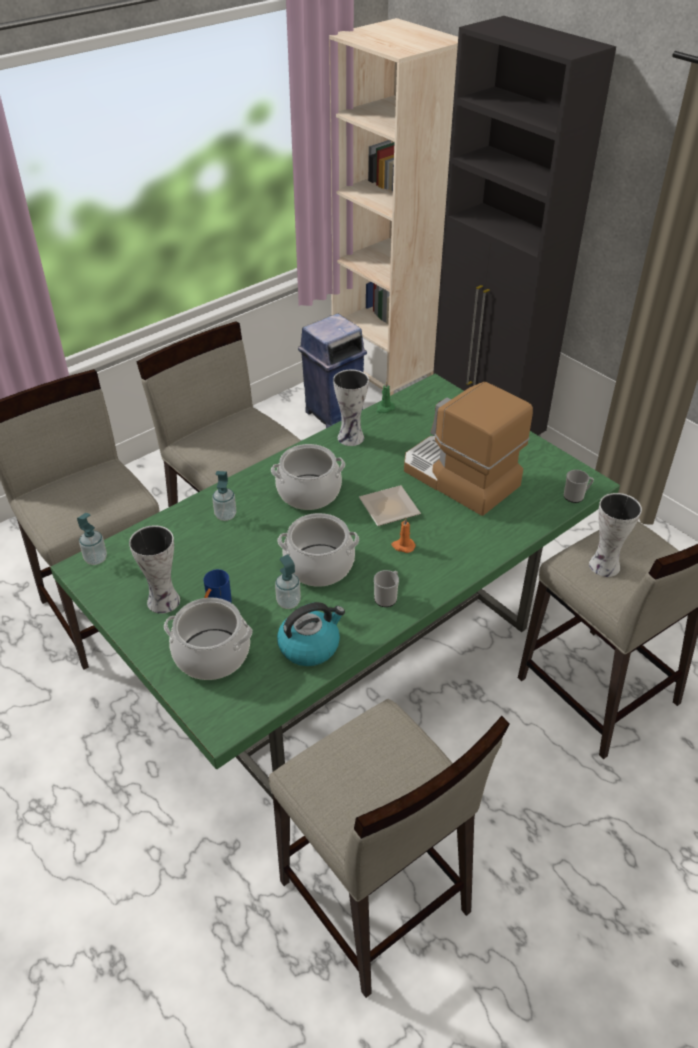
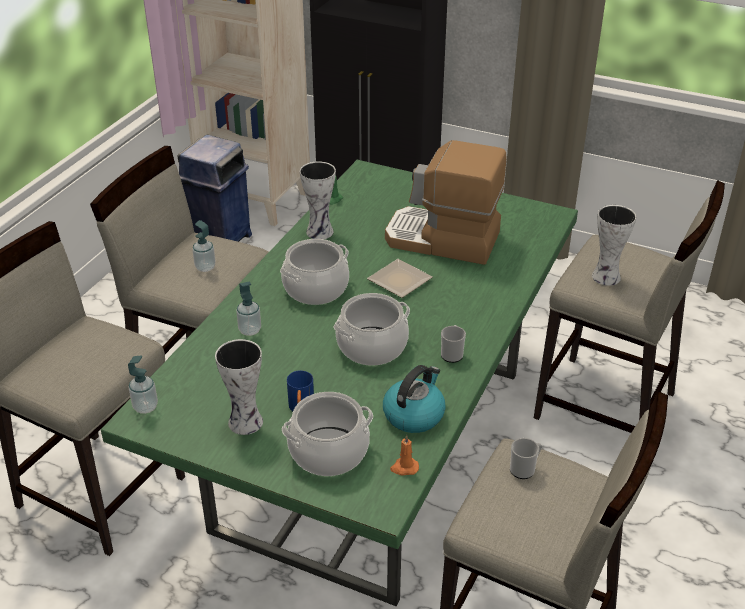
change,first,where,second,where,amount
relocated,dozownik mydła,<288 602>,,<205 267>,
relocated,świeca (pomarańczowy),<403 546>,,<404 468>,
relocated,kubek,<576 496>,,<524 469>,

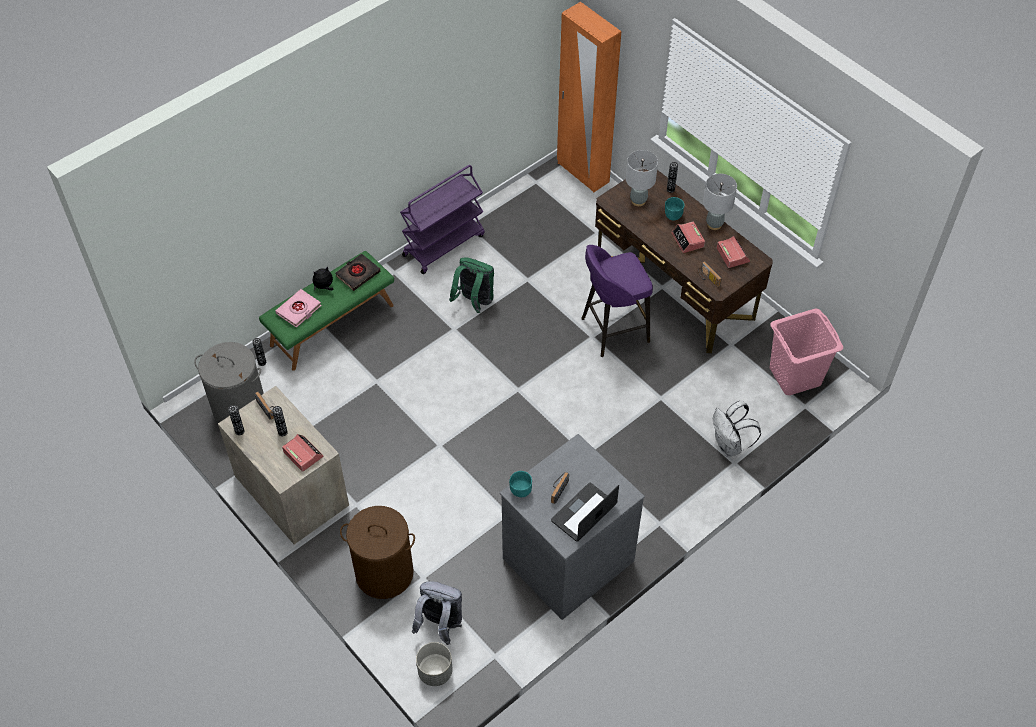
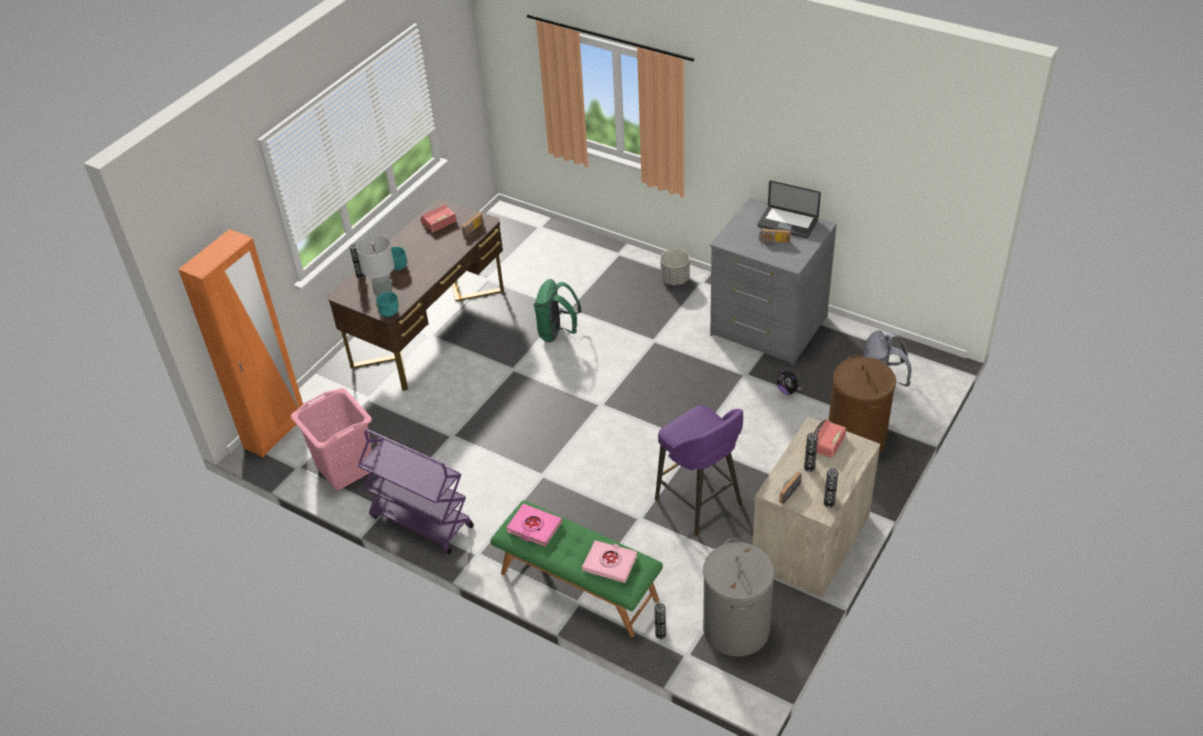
change,first,where,second,where,amount
relocated,kosz na pranie (różowy),<795 376>,,<345 467>,
relocated,miska (turkusowy),<520 491>,,<390 313>,
colour,książka (czarny),<358 274>,książka (różowy),<534 527>,
relocated,plecak (zielony),<474 302>,,<557 333>,
relocated,stołek (fioletowy),<613 330>,,<700 503>,
relocated,donica (szary),<435 672>,,<675 279>,
relocated,pluszak,<324 287>,,<788 391>,
missing,budzik,<688 240>,,,
missing,lampa stołowa (szary),<714 224>,,,
missing,plecak (biały),<729 445>,,,

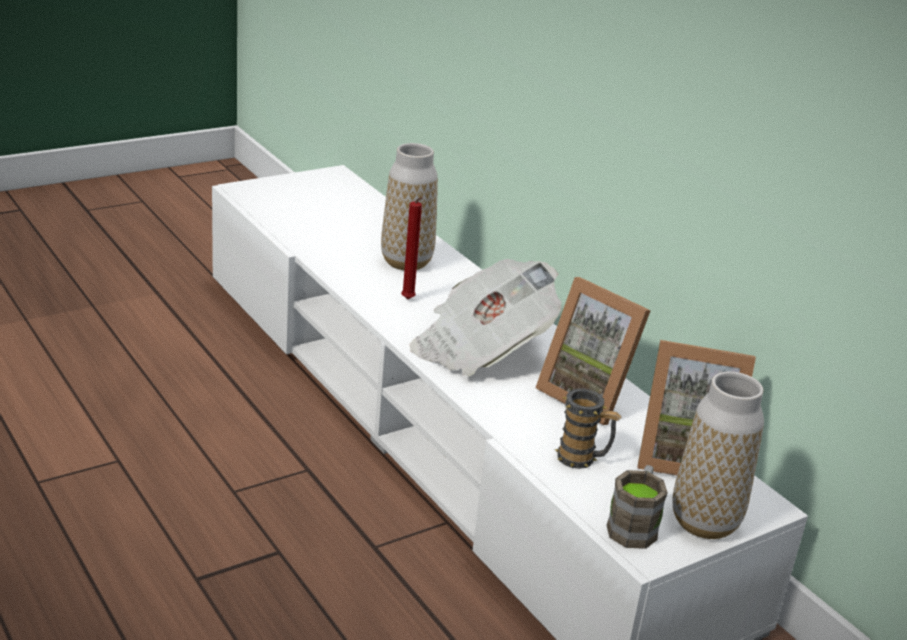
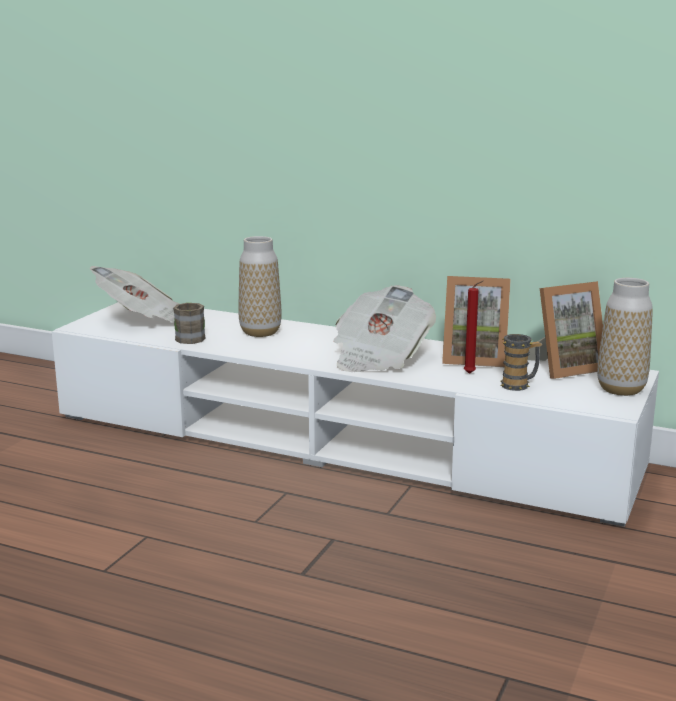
change,first,where,second,where,amount
appeared,,,gazeta,<143 320>,
relocated,kubek (brązowy),<634 525>,,<189 337>,
relocated,świeca (czerwony),<409 300>,,<471 374>,

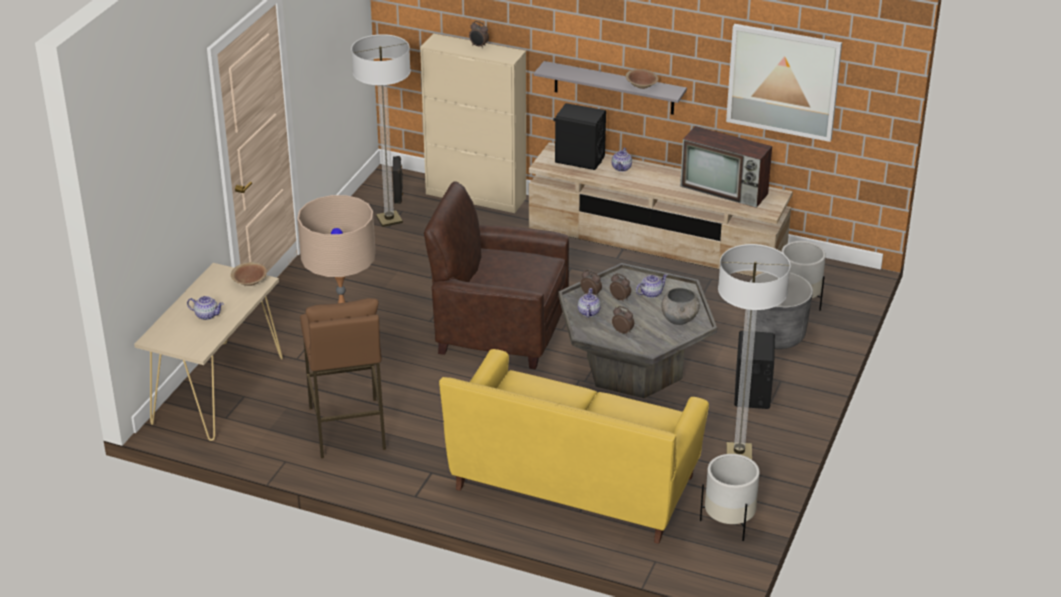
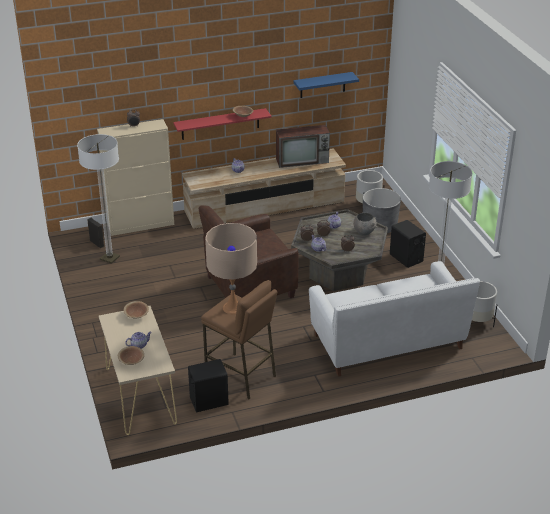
change,first,where,second,where,amount
appeared,,,miska (brązowy),<131 361>,
colour,półka (szary),<614 88>,półka (czerwony),<220 124>,
relocated,głośnik (czarny),<579 159>,,<208 401>,
exchanged,obraz,<783 81>,półka (niebieski),<322 85>,
colour,kanapa (żółty),<574 483>,kanapa (biały),<387 342>,

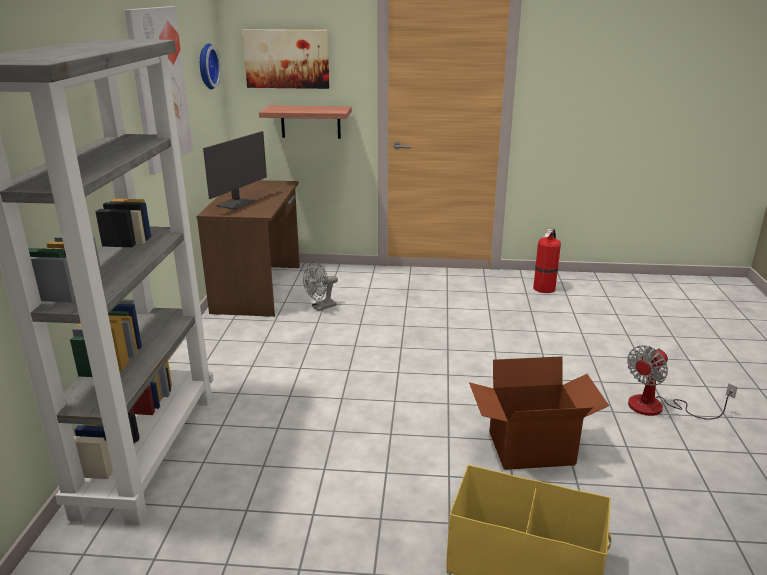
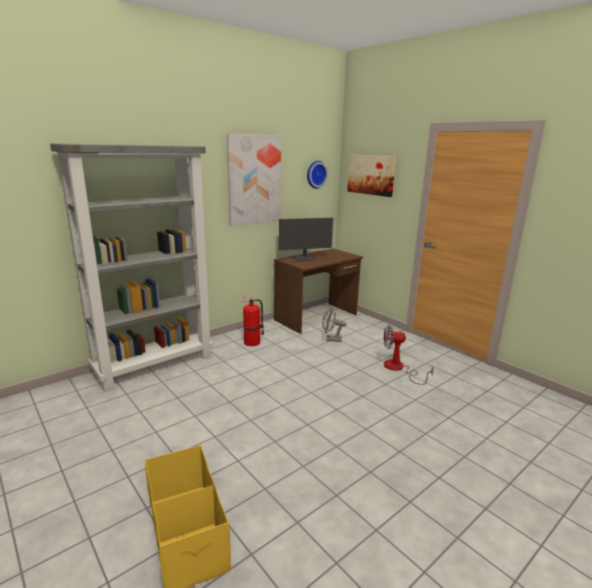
change,first,where,second,where,amount
relocated,gaśnica,<544 288>,,<253 342>,
relocated,wentylator,<658 407>,,<399 369>,
missing,półka,<310 122>,,,
missing,karton,<531 449>,,,

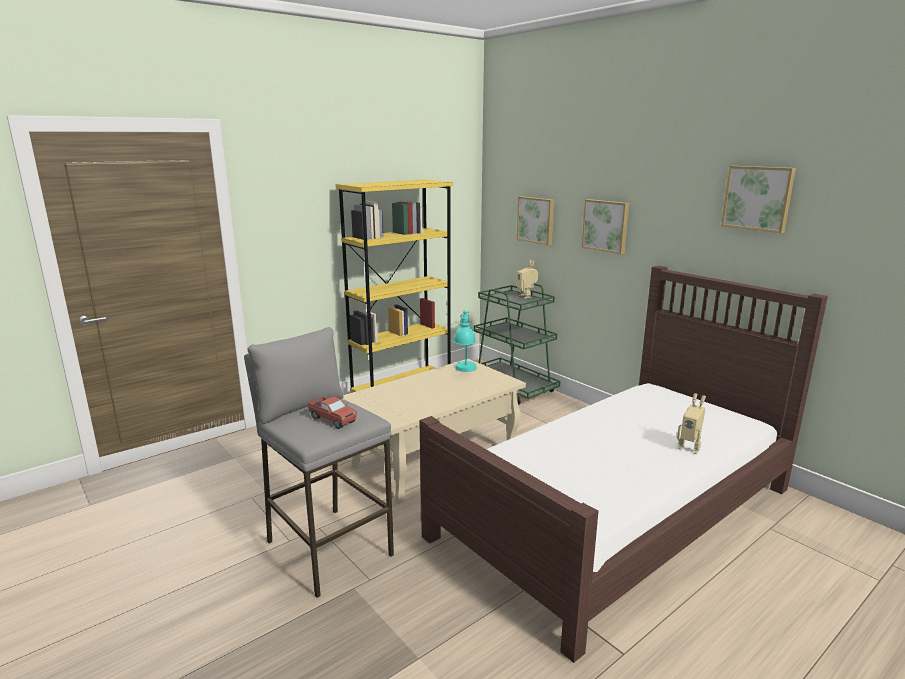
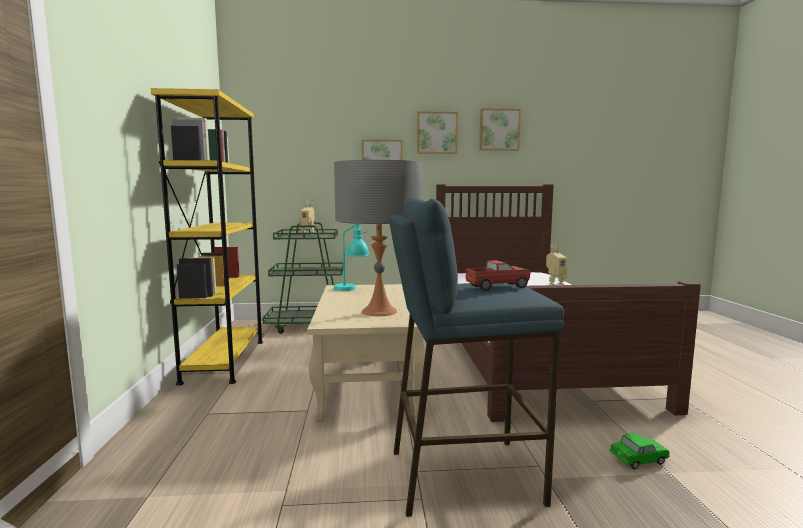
change,first,where,second,where,amount
appeared,,,lampa stołowa (szary),<379 311>,
colour,stołek (szary),<328 548>,stołek (niebieski),<463 475>,
relocated,obraz,<536 220>,,<437 133>,
appeared,,,samochodzik,<638 460>,

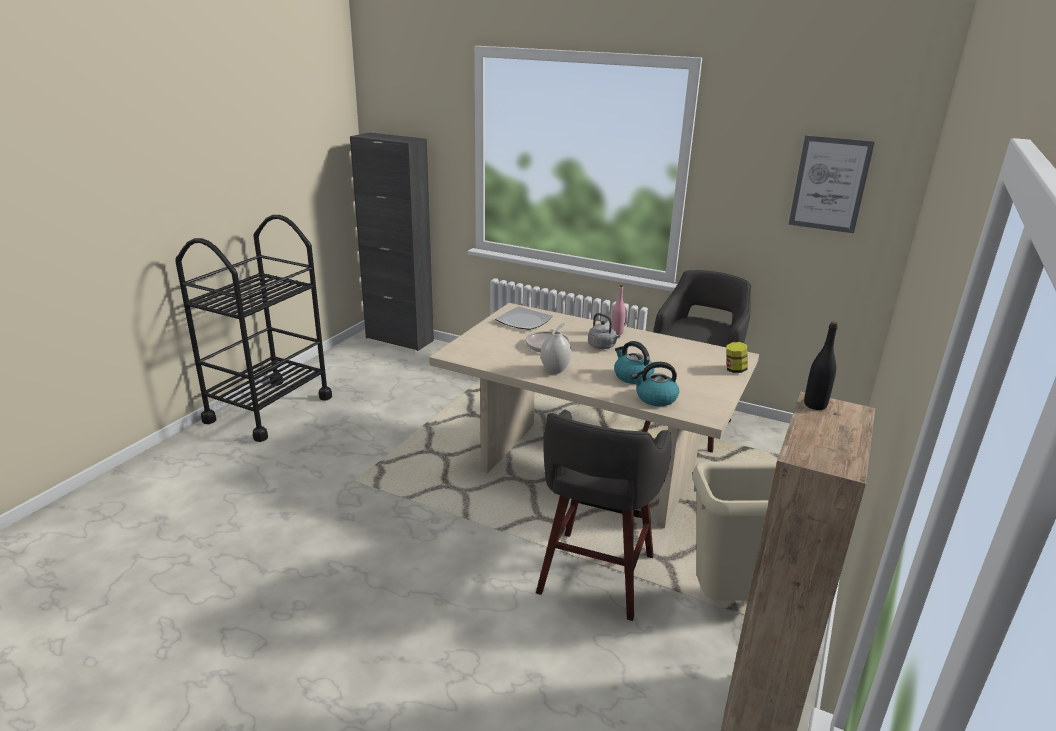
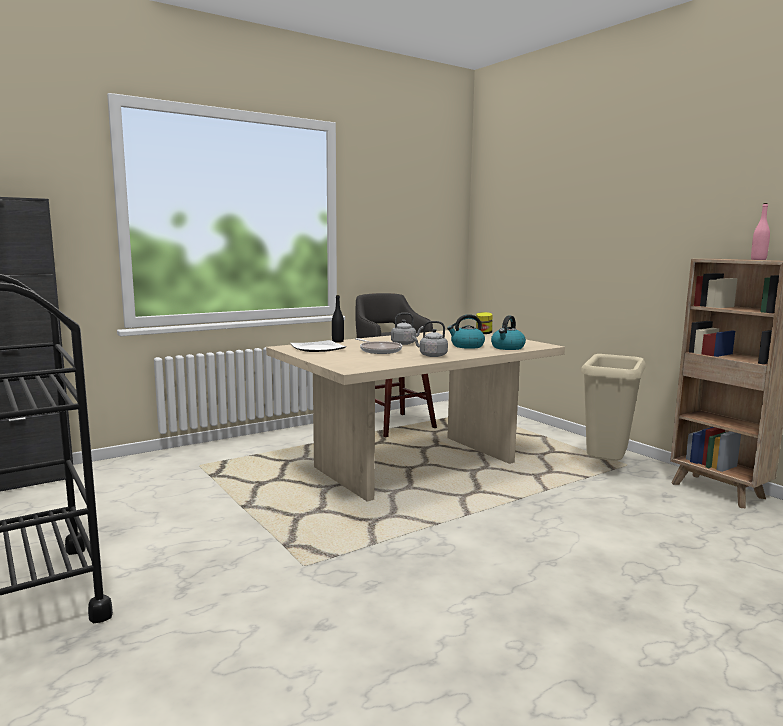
change,first,where,second,where,amount
relocated,butelka (czarny),<815 405>,,<338 341>,
exchanged,wazon (biały),<554 371>,czajnik (szary),<431 355>,
relocated,butelka (różowy),<617 332>,,<758 259>,
missing,stołek (szary),<595 577>,,,
missing,obraz,<829 184>,,,

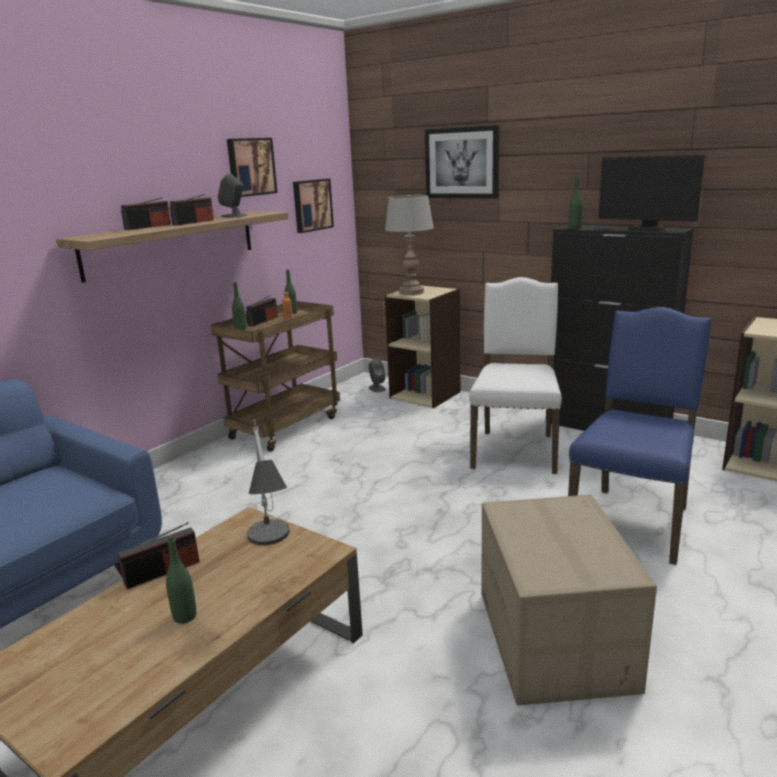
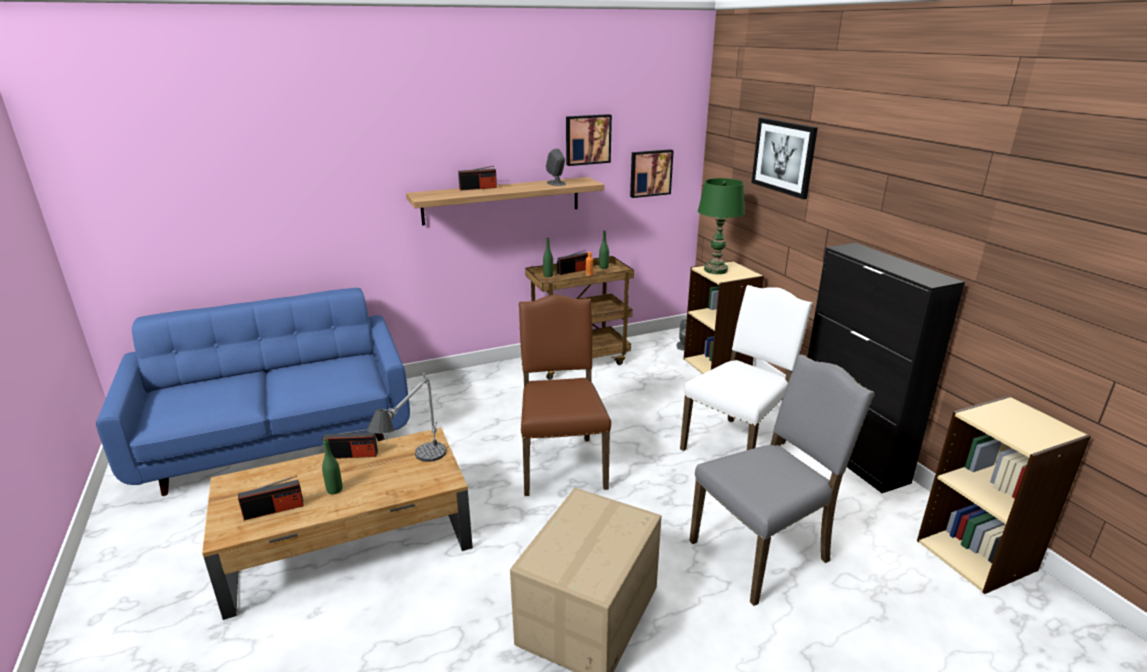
change,first,where,second,where,amount
relocated,radio,<193 222>,,<274 510>,
appeared,,,krzesło (brązowy),<561 463>,
colour,krzesło (niebieski),<632 521>,krzesło (szary),<763 552>,
colour,lampa stołowa (szary),<411 292>,lampa stołowa (zielony),<715 270>,
missing,butelka (zielony),<574 228>,,,
missing,monitor,<646 229>,,,

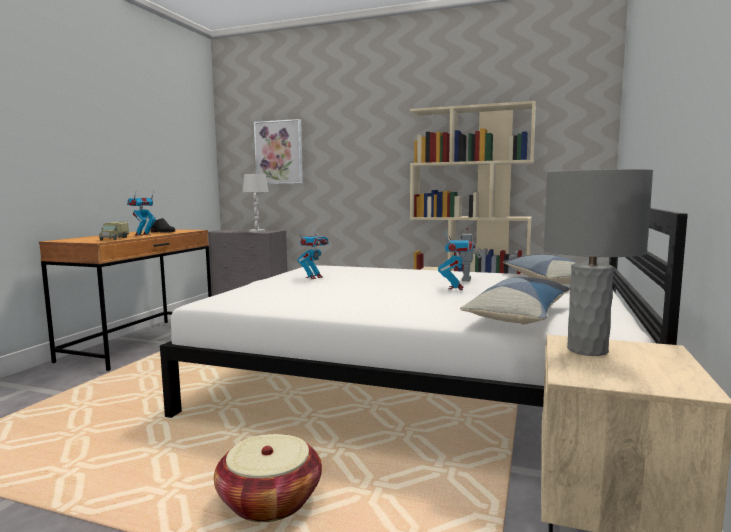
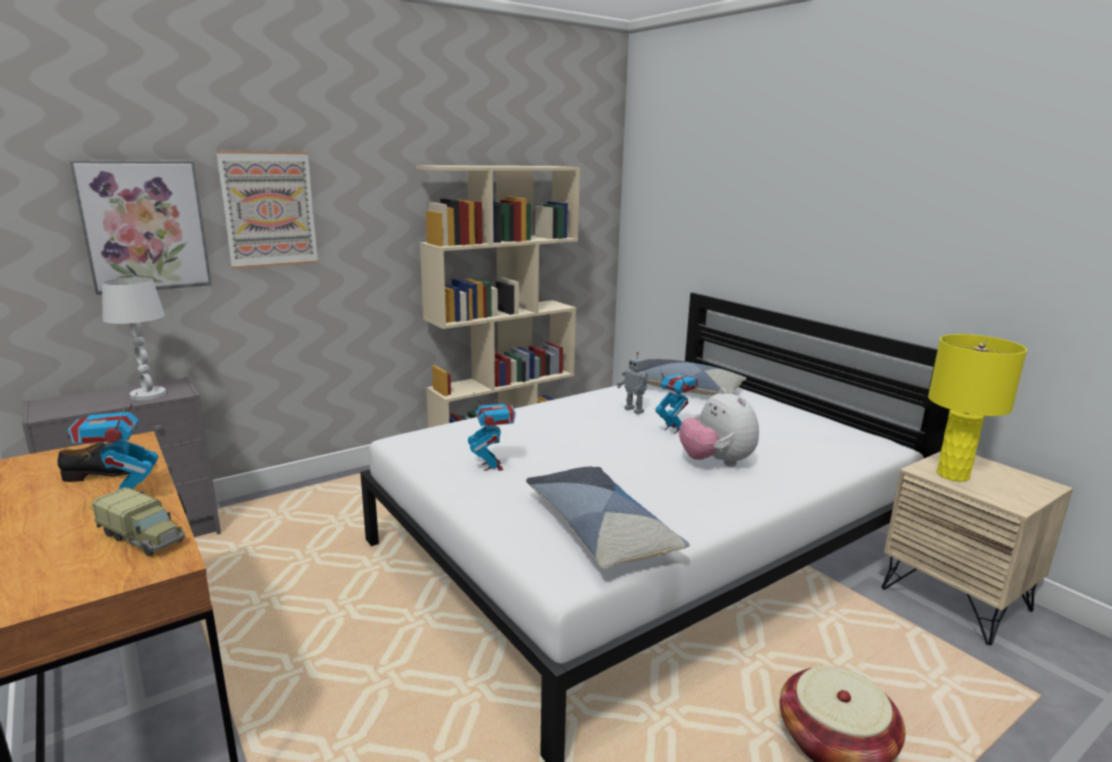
change,first,where,second,where,amount
appeared,,,obraz,<269 209>,
relocated,poduszka,<520 315>,,<600 529>,
appeared,,,pluszak,<716 462>,
colour,lampa stołowa (szary),<587 350>,lampa stołowa (żółty),<953 475>,

